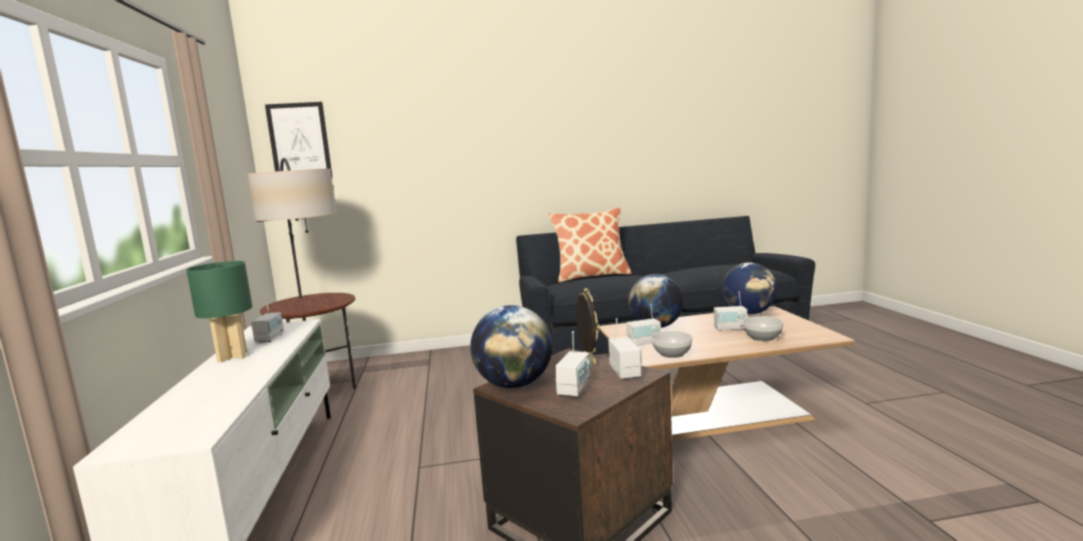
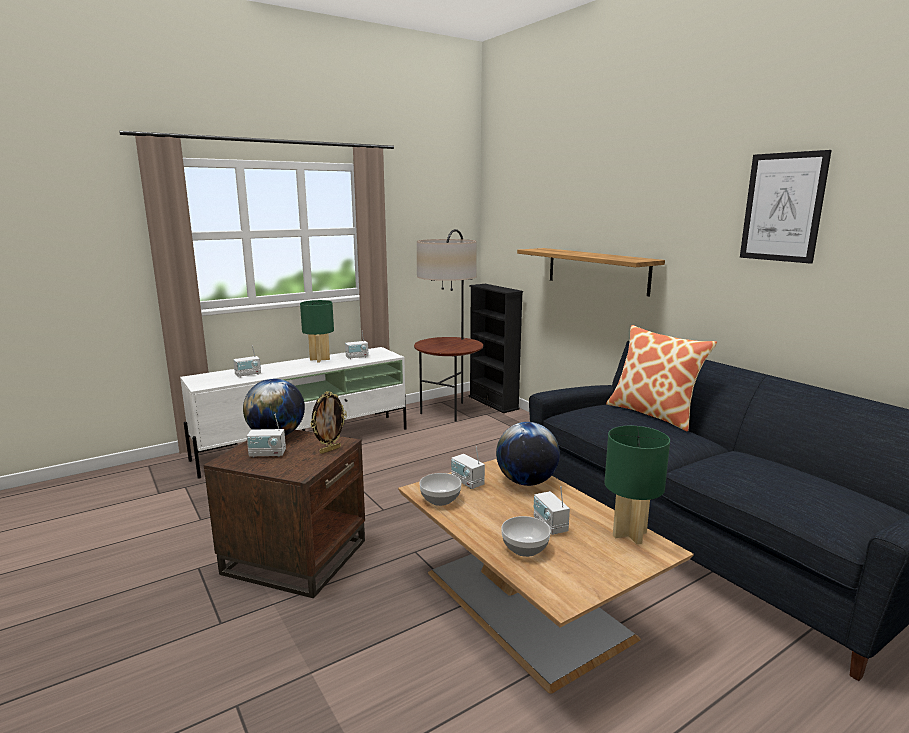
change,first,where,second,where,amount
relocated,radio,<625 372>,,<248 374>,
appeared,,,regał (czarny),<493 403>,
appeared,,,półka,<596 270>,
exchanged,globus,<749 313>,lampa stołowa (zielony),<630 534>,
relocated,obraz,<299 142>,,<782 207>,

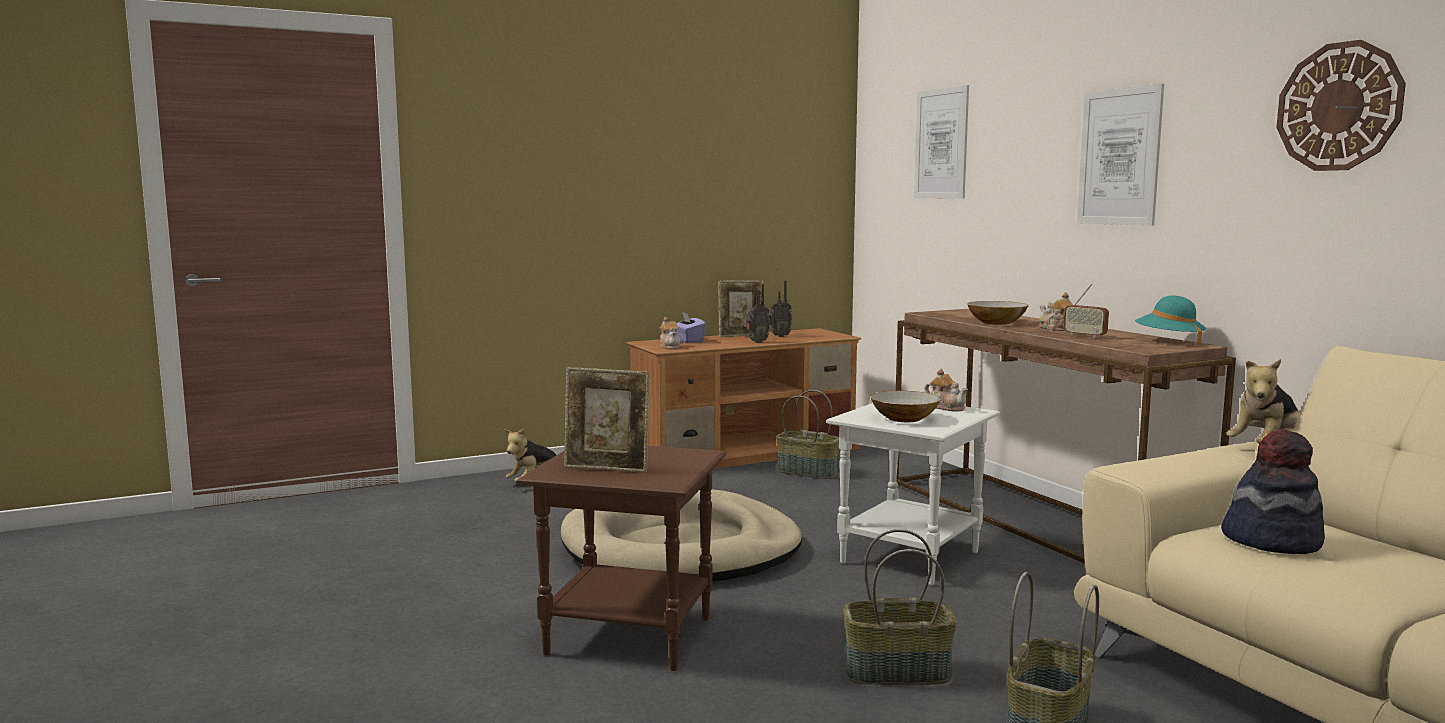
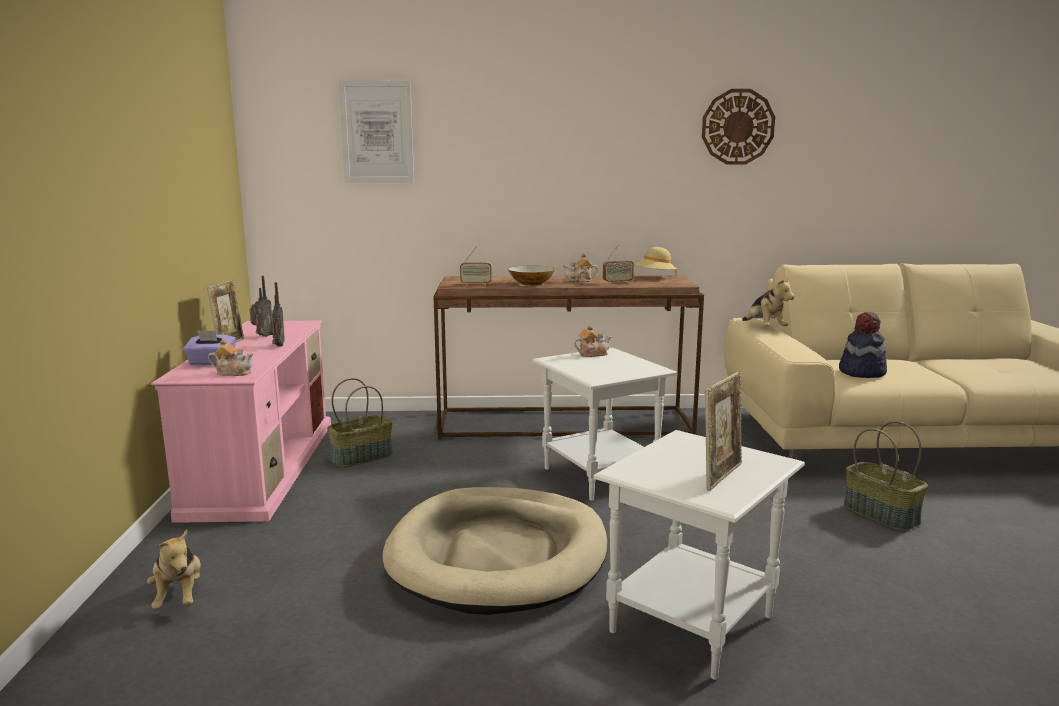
change,first,where,second,where,amount
colour,szafka pod telewizor (brązowy),<746 452>,szafka pod telewizor (różowy),<262 465>,
appeared,,,radio,<476 284>,
colour,stolik (brązowy),<631 636>,stolik (biały),<692 623>,
colour,kapelusz (turkusowy),<1168 341>,kapelusz (beżowy),<654 277>,
missing,koszyk,<896 672>,,,
missing,miska,<903 419>,,,
missing,obraz,<1119 157>,,,

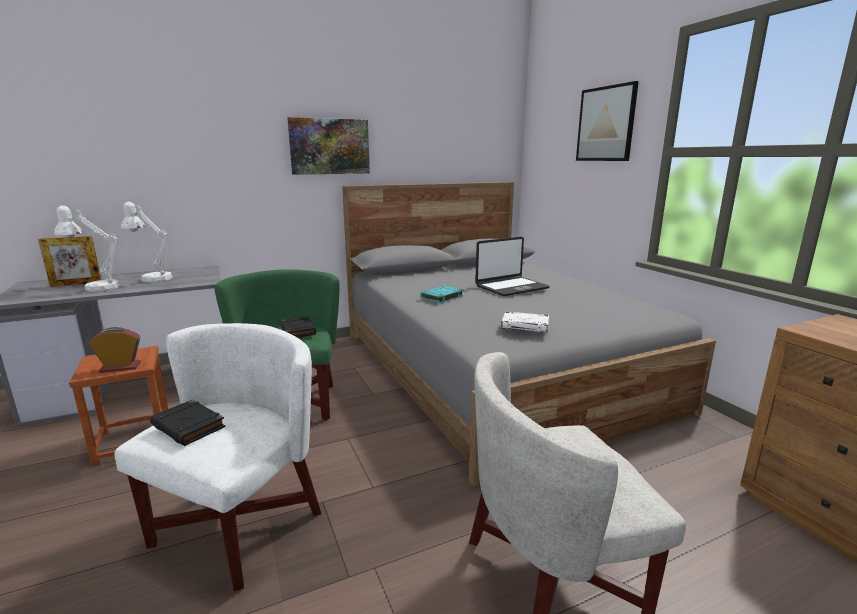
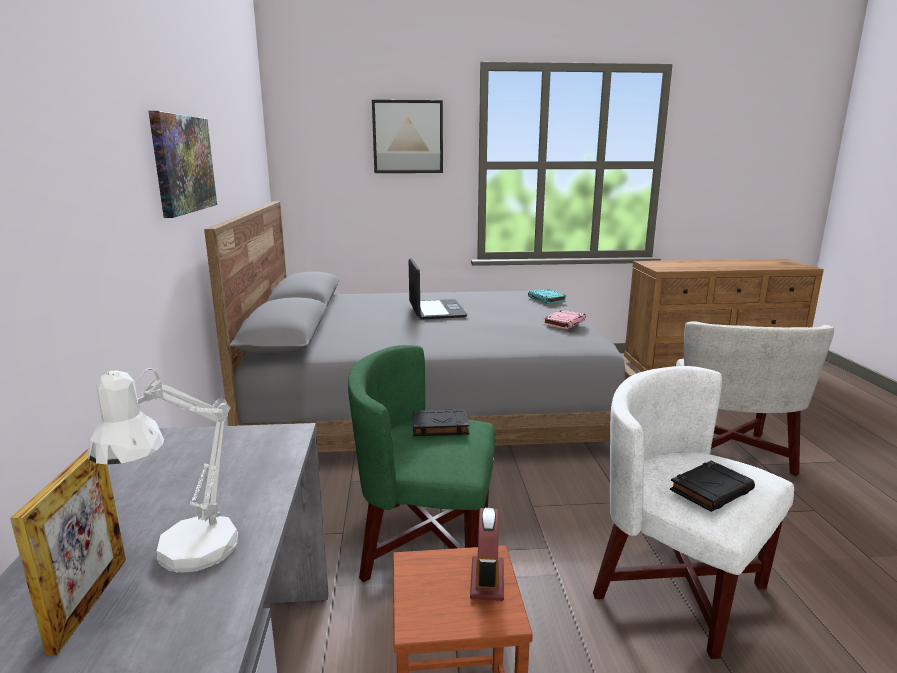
change,first,where,second,where,amount
relocated,książka (turkusowy),<442 297>,,<547 299>,
colour,książka (biały),<525 325>,książka (różowy),<564 322>,
missing,lampa stołowa (biały),<152 278>,,,

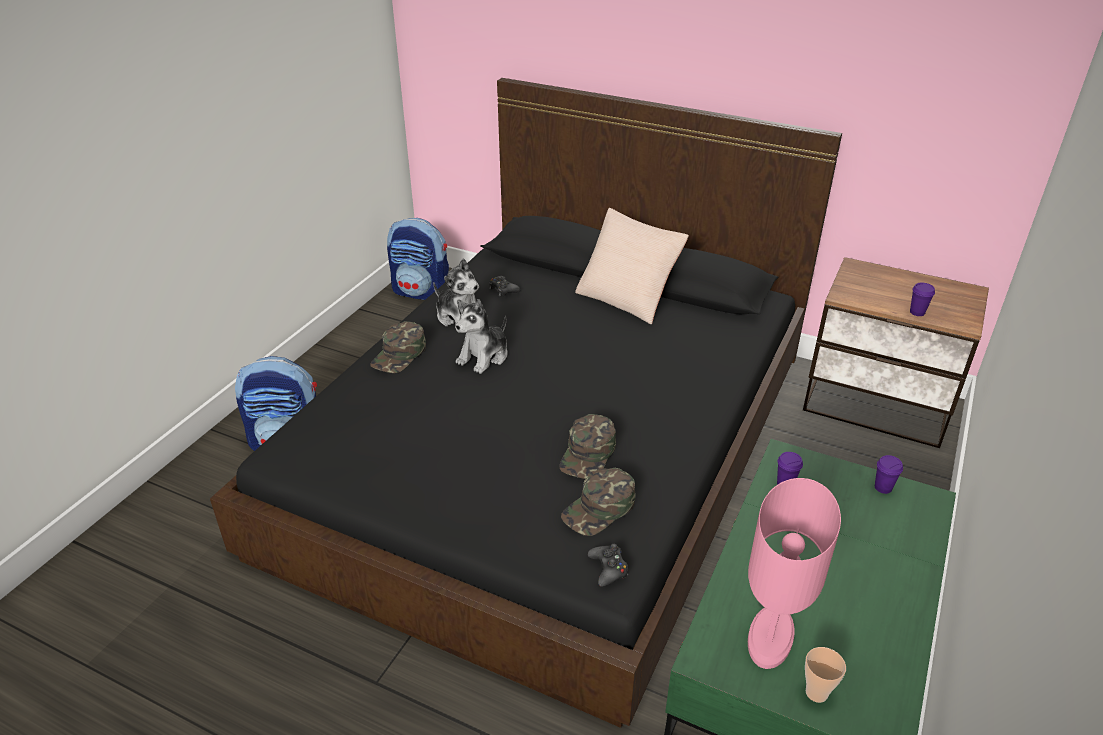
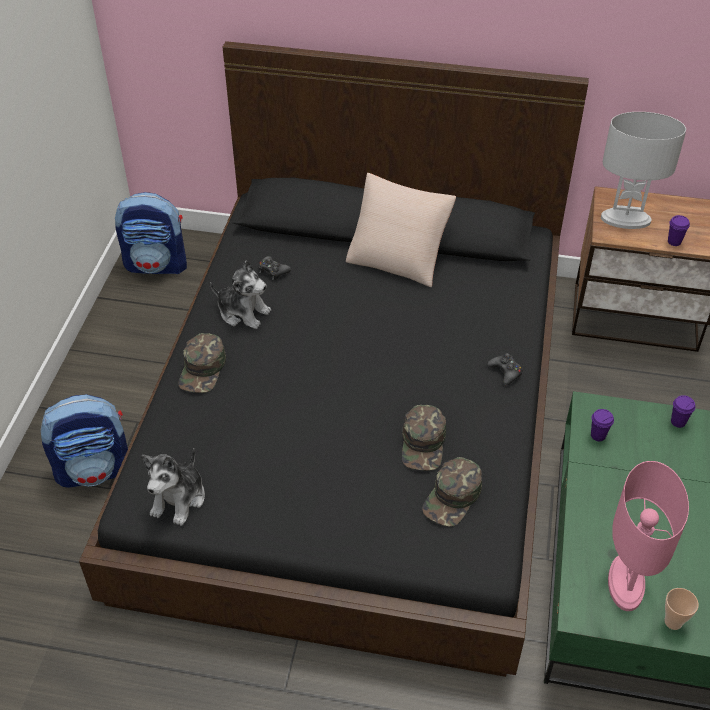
change,first,where,second,where,amount
relocated,pluszak,<484 356>,,<179 499>,
relocated,pad do gier (czarny),<608 569>,,<505 372>,
appeared,,,lampa stołowa (biały),<625 220>,

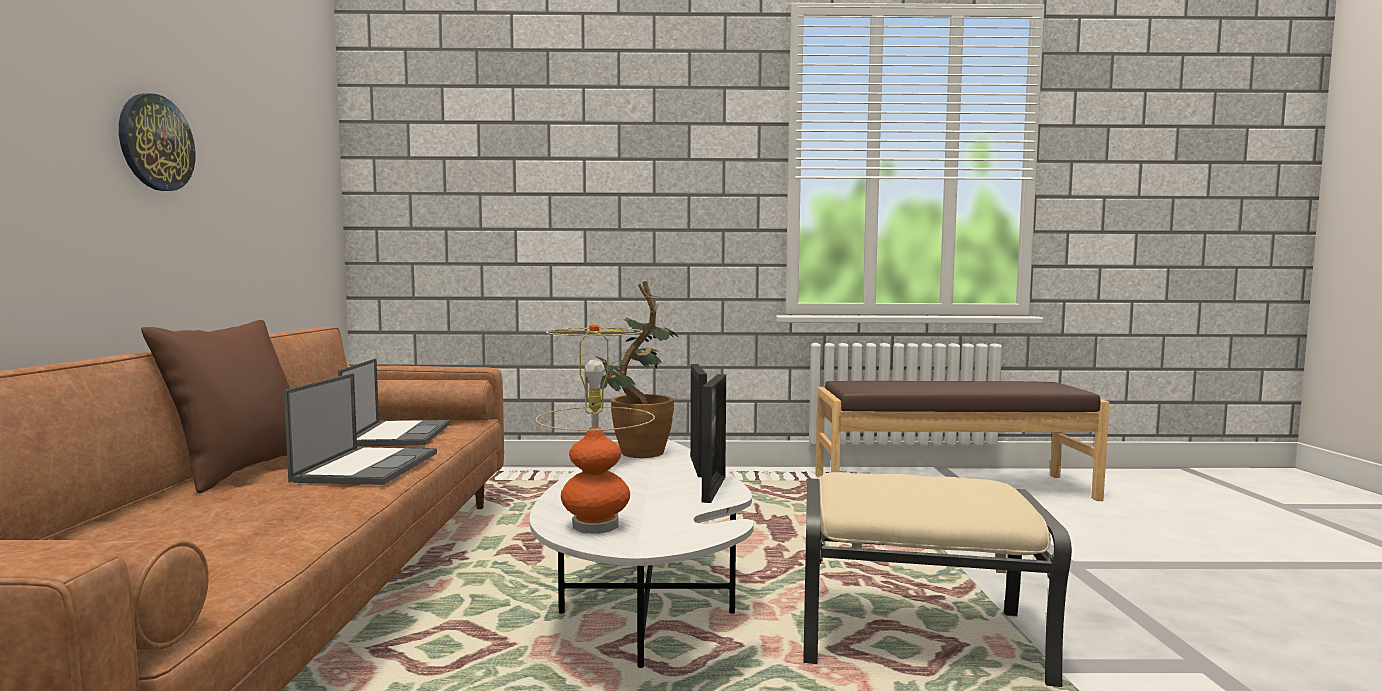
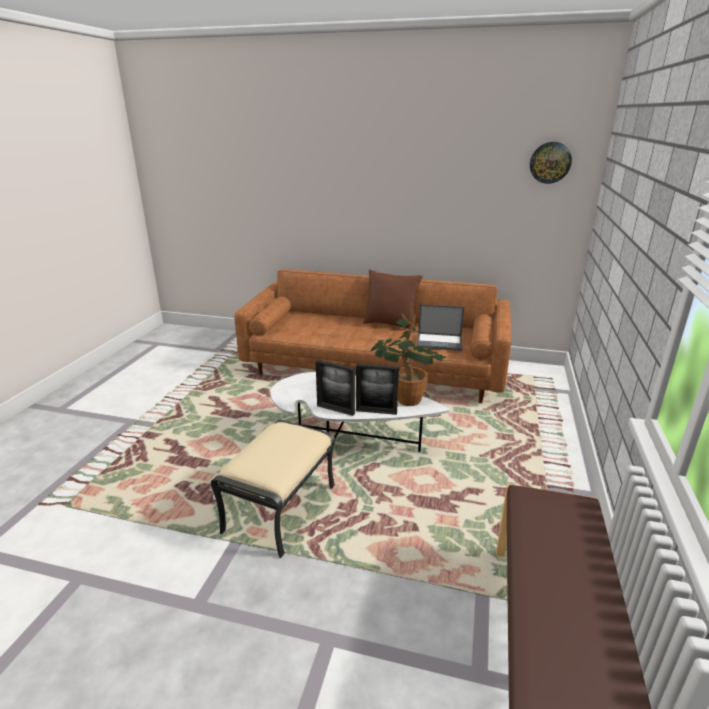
change,first,where,second,where,amount
relocated,zegar ścienny,<155 143>,,<550 162>,
missing,laptop,<368 466>,,,
missing,lampa stołowa,<596 525>,,,

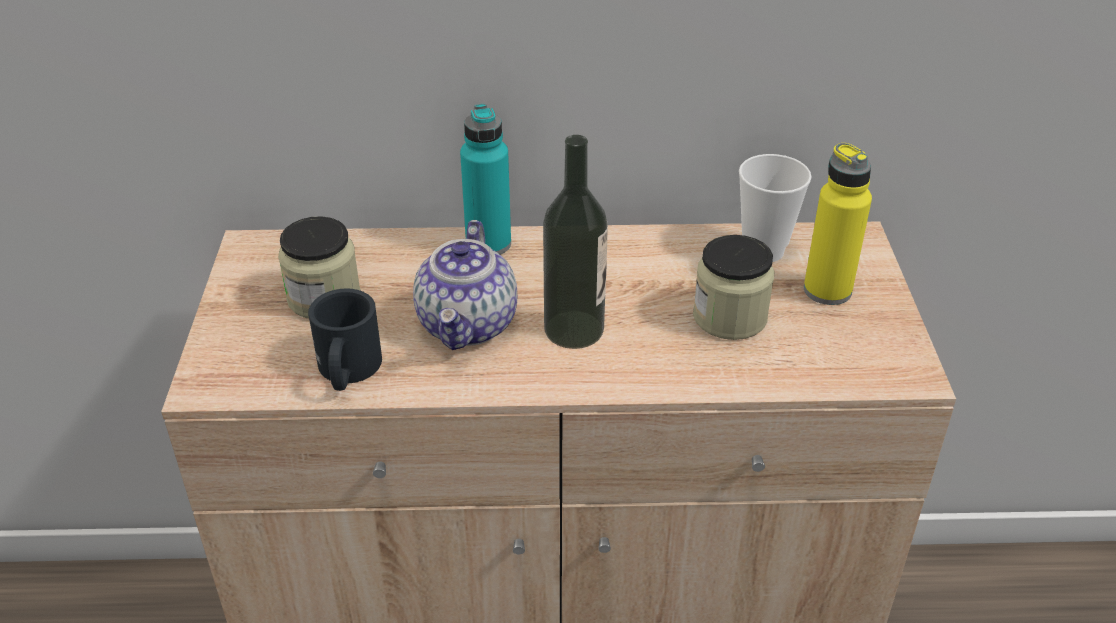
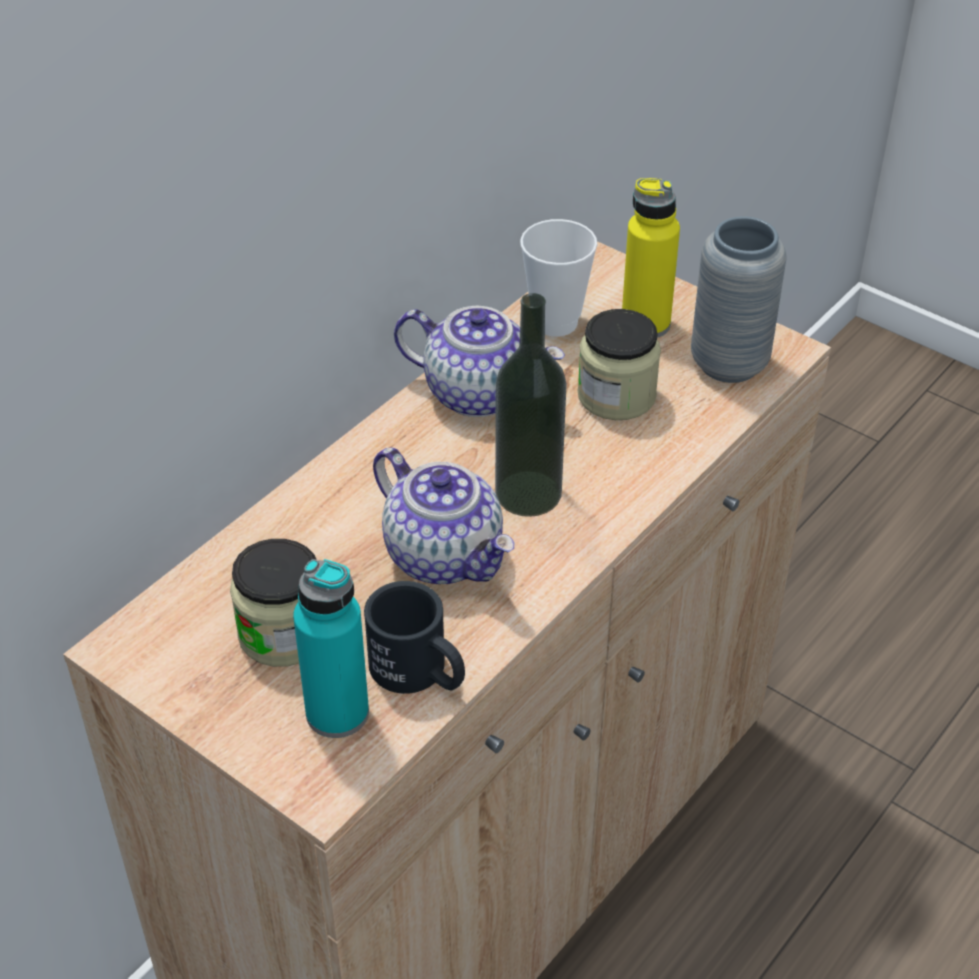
change,first,where,second,where,amount
relocated,butelka (turkusowy),<488 244>,,<337 713>,
appeared,,,imbryk,<479 393>,
appeared,,,wazon (szary),<729 364>,

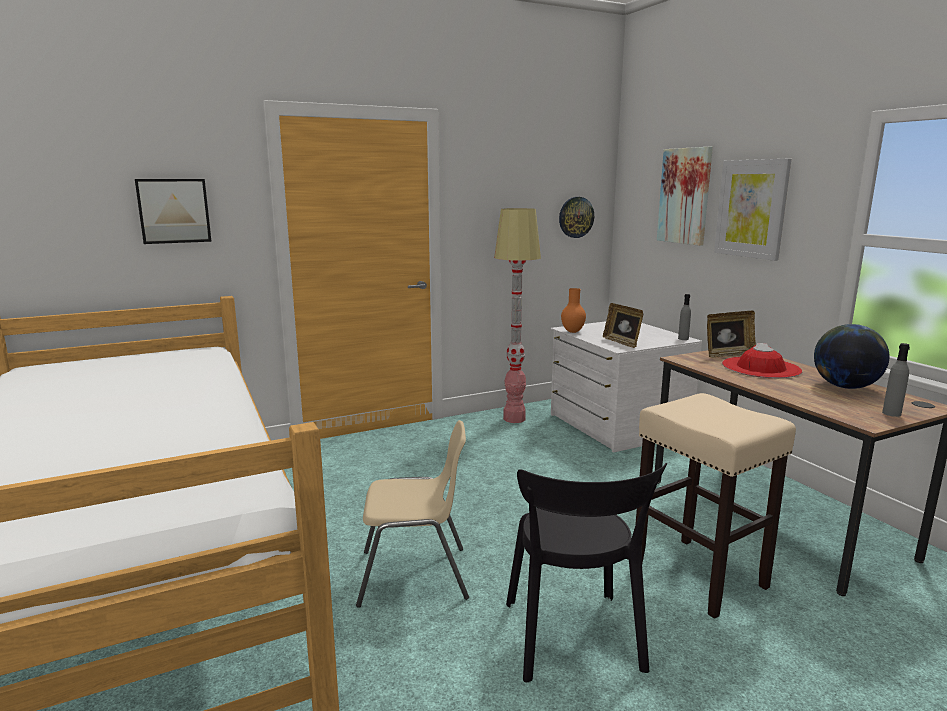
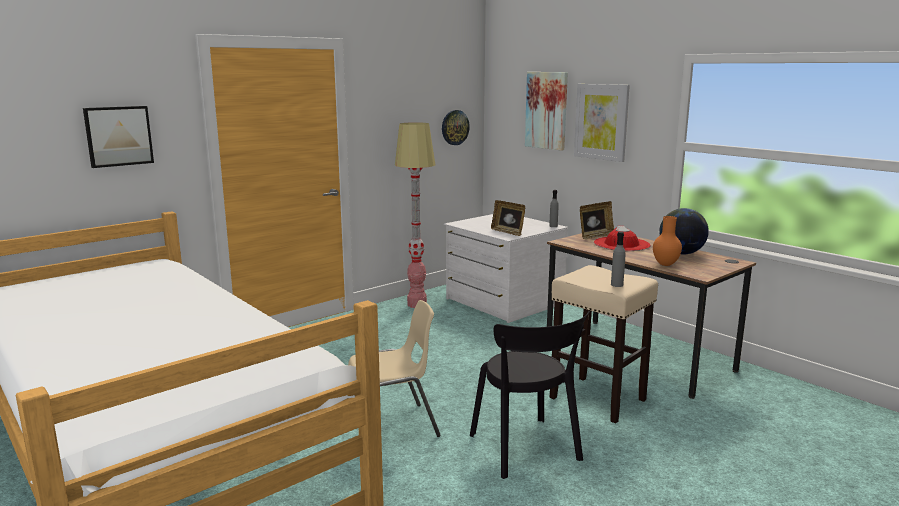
change,first,where,second,where,amount
relocated,butelka (szary),<891 413>,,<617 285>,
relocated,wazon (pomarańczowy),<572 332>,,<666 265>,

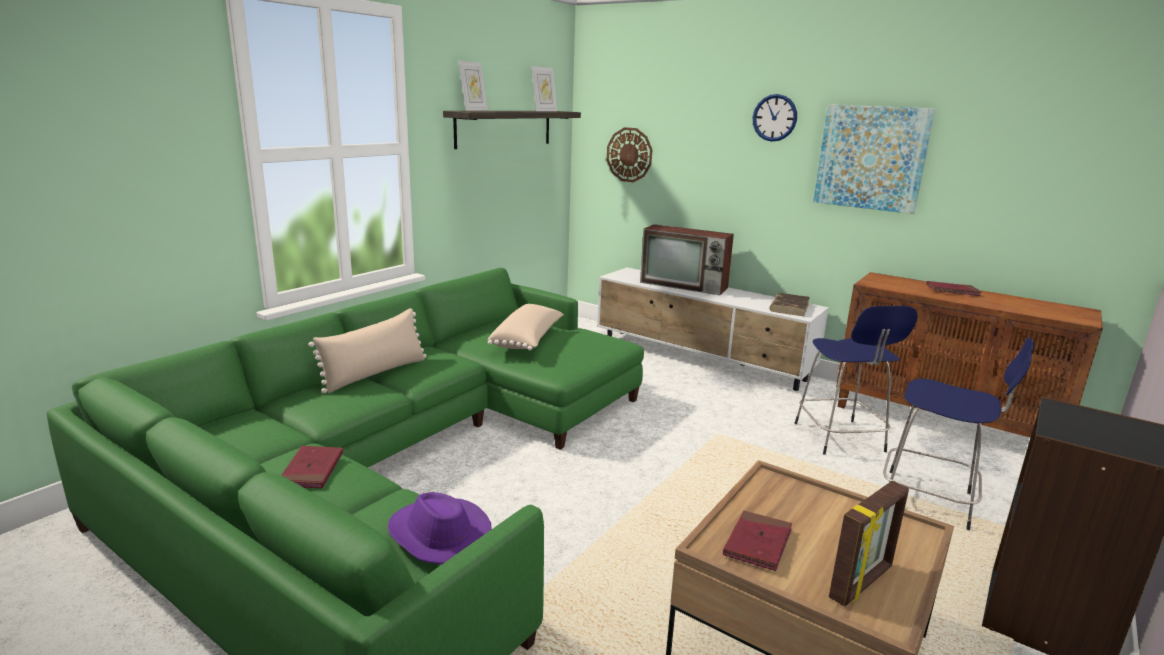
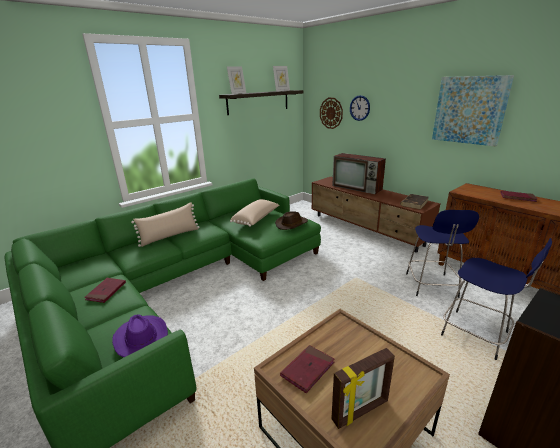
change,first,where,second,where,amount
appeared,,,kapelusz (brązowy),<291 224>,
colour,szafka pod telewizor (biały),<701 359>,szafka pod telewizor (brązowy),<366 229>,
relocated,zegar ścienny,<774 118>,,<359 108>,

